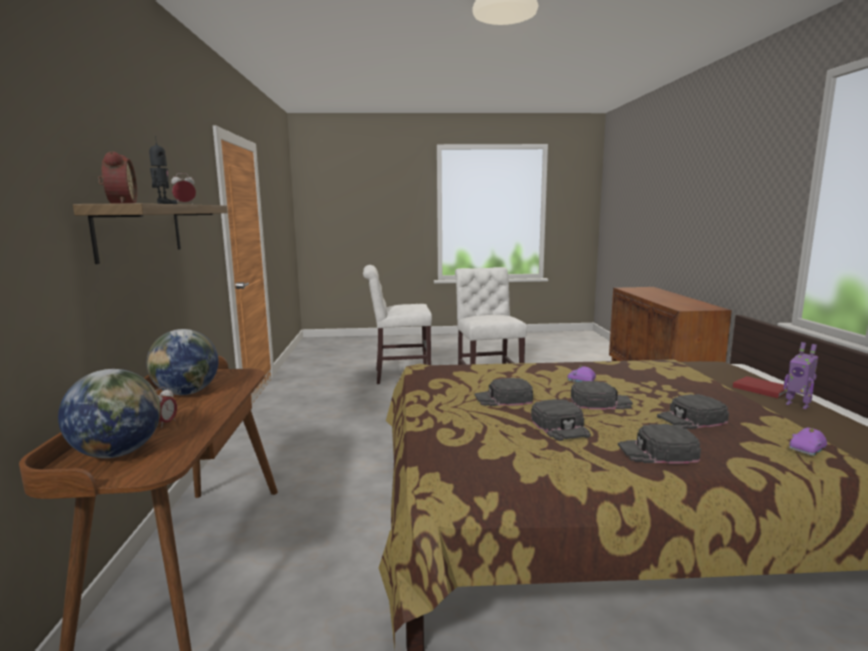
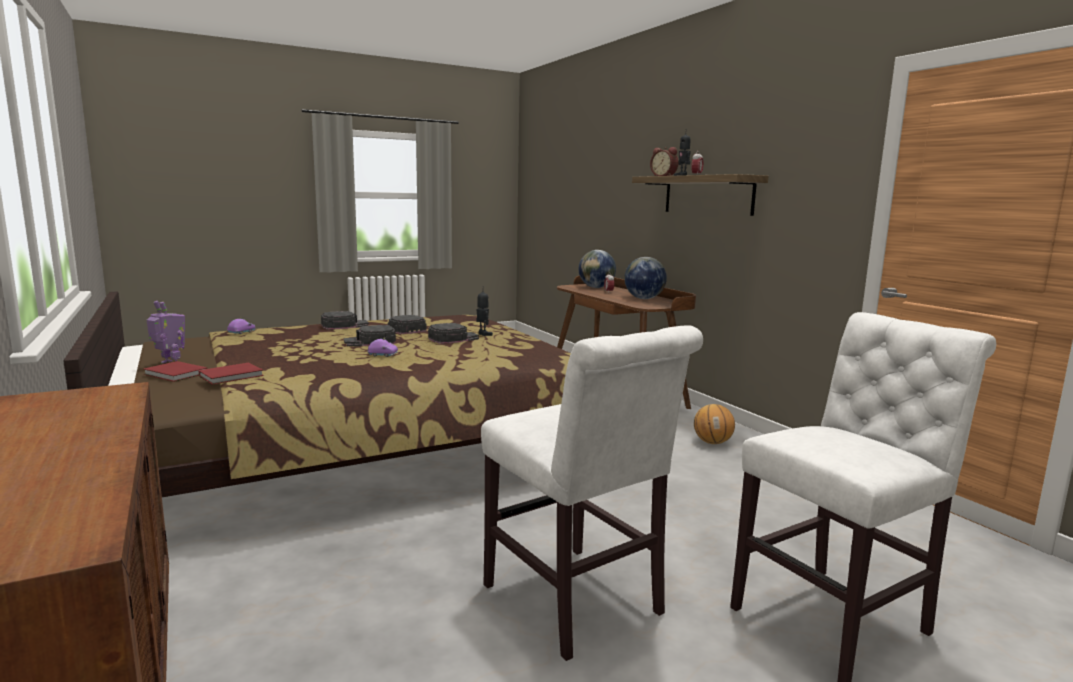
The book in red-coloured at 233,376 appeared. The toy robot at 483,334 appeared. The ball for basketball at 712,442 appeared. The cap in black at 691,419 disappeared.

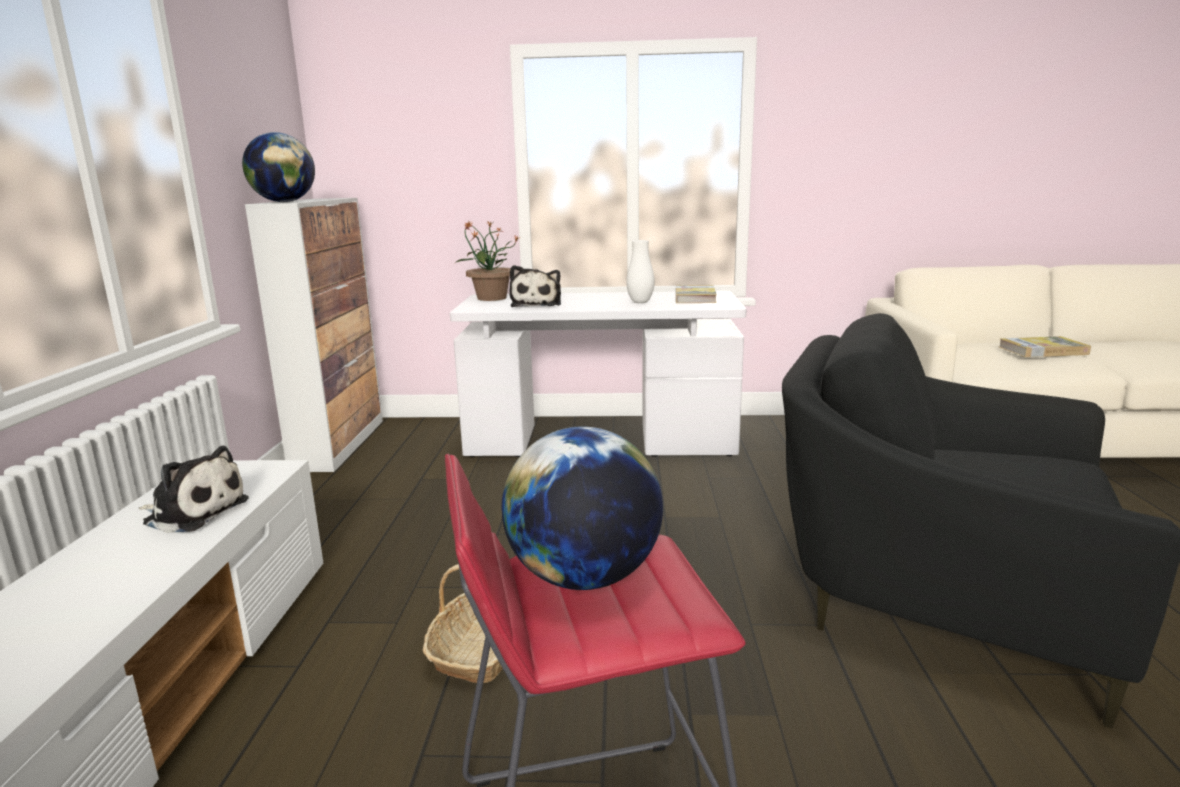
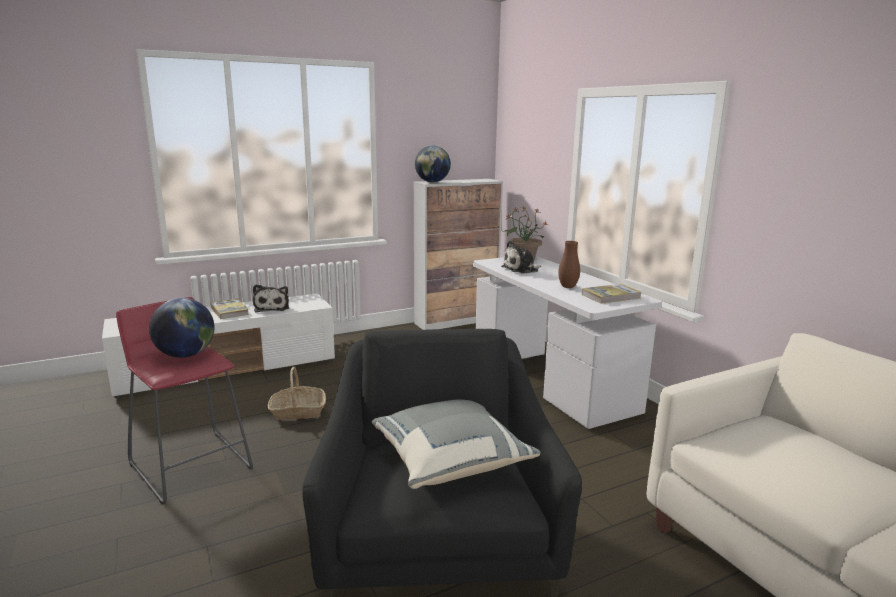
The book moved from 1042,350 to 229,311. The throw pillow in greyish at 450,461 appeared. The vase in whitish at 640,302 became the vase in brownish at 568,287.

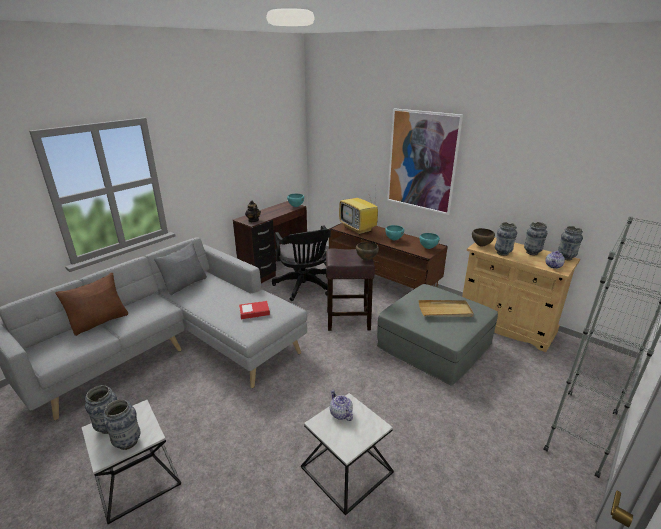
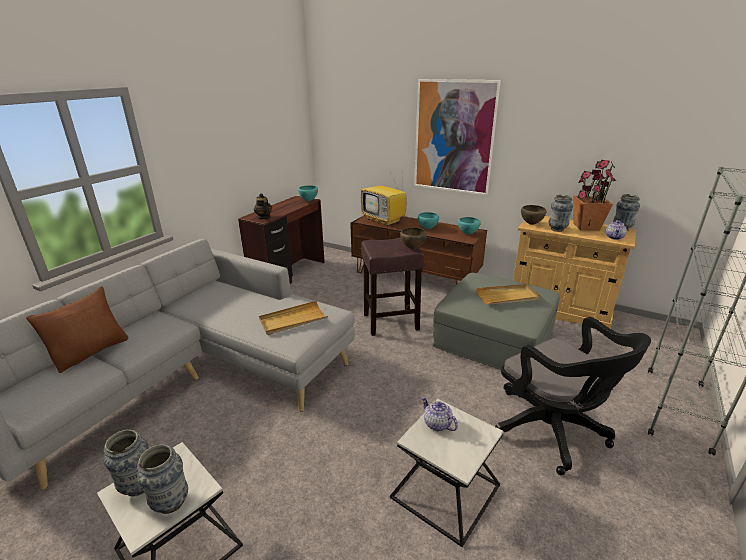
The book at 254,312 was replaced by the carrying tray in beige-coloured at 293,320. The computer chair in black moved from 304,287 to 553,432. The vase at 532,253 was replaced by the plant in a pot at 586,227. The throw pillow in greyish at 185,284 disappeared.

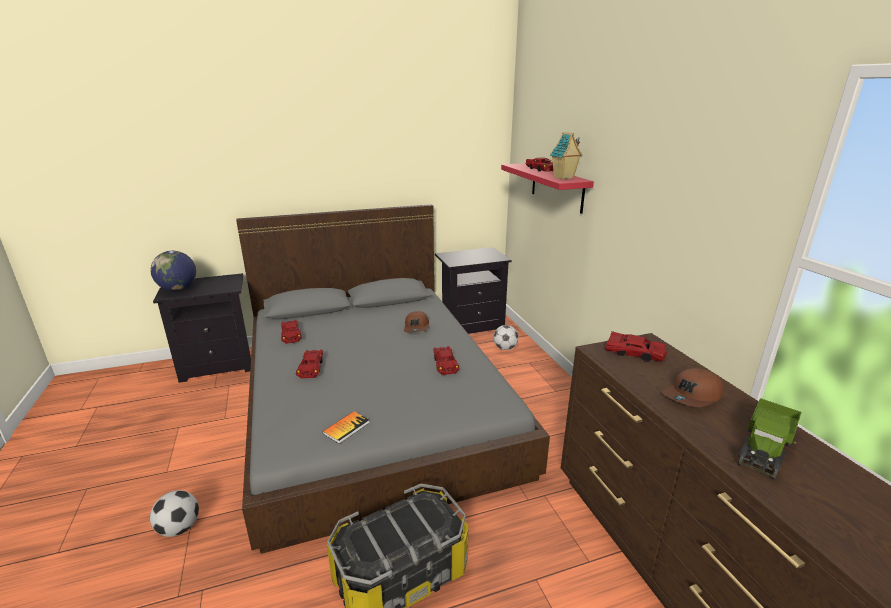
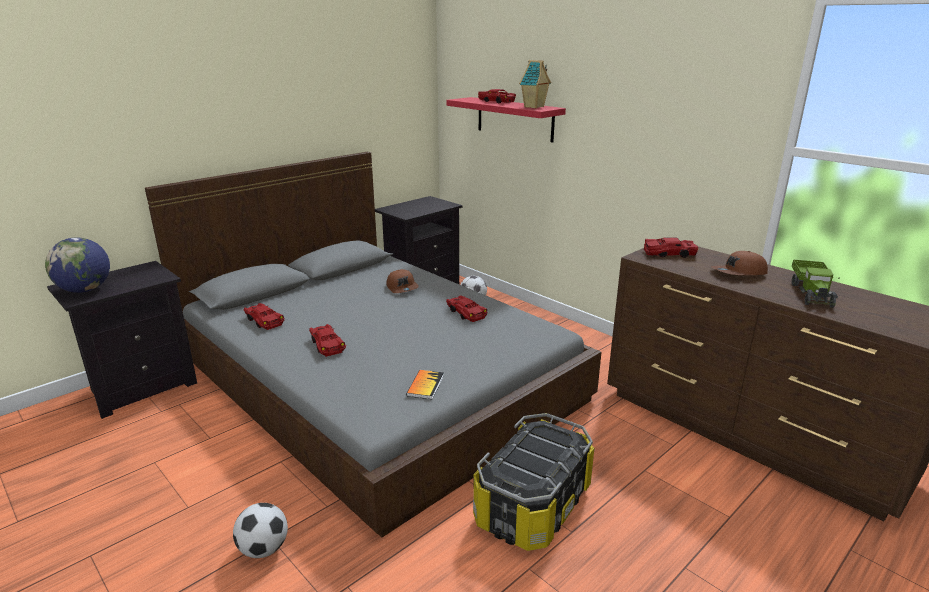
The cap in brownish at 692,396 turned 45 degrees clockwise.

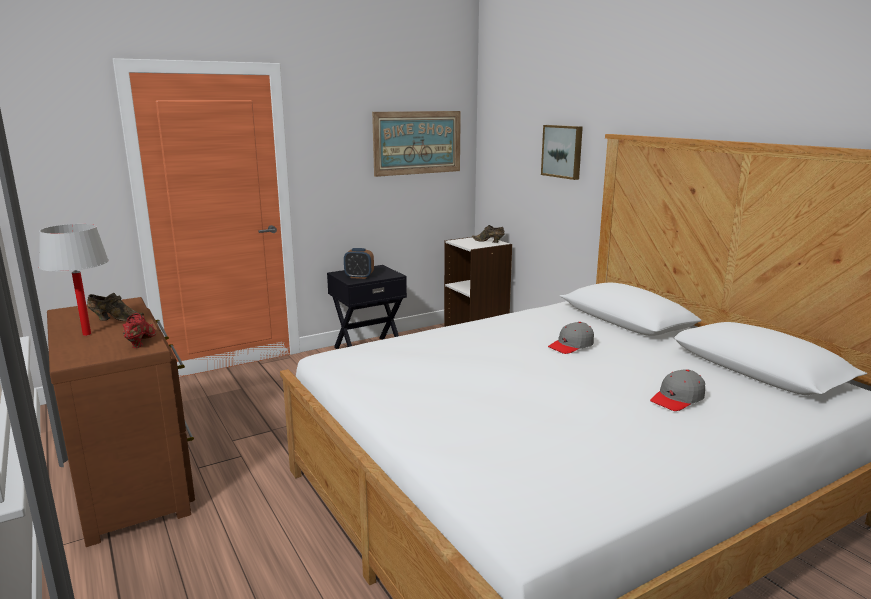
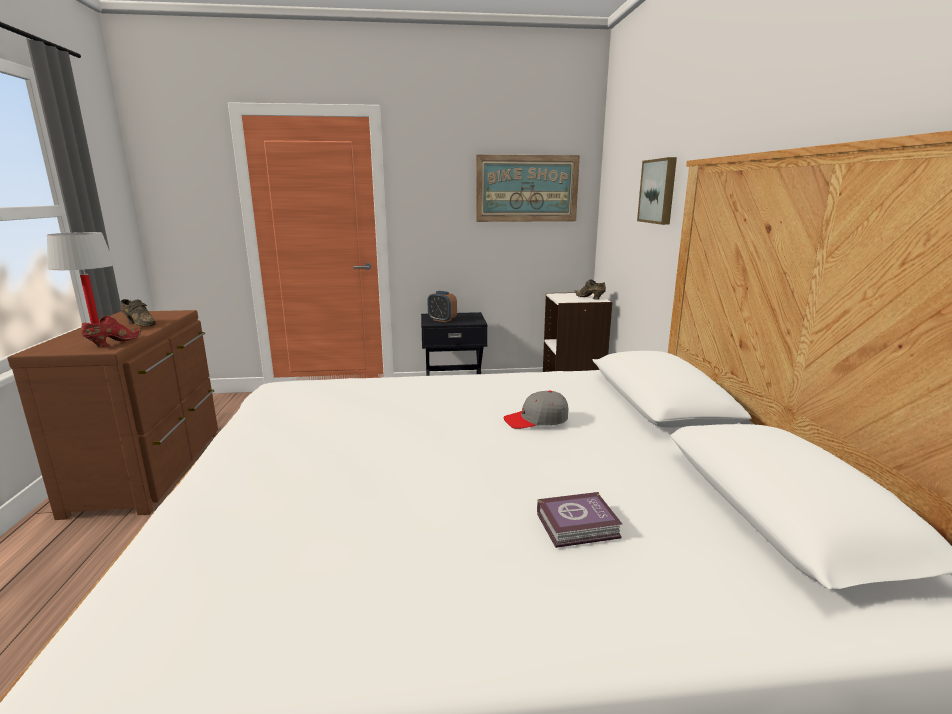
The cap in greyish at 677,399 was replaced by the book at 580,526.

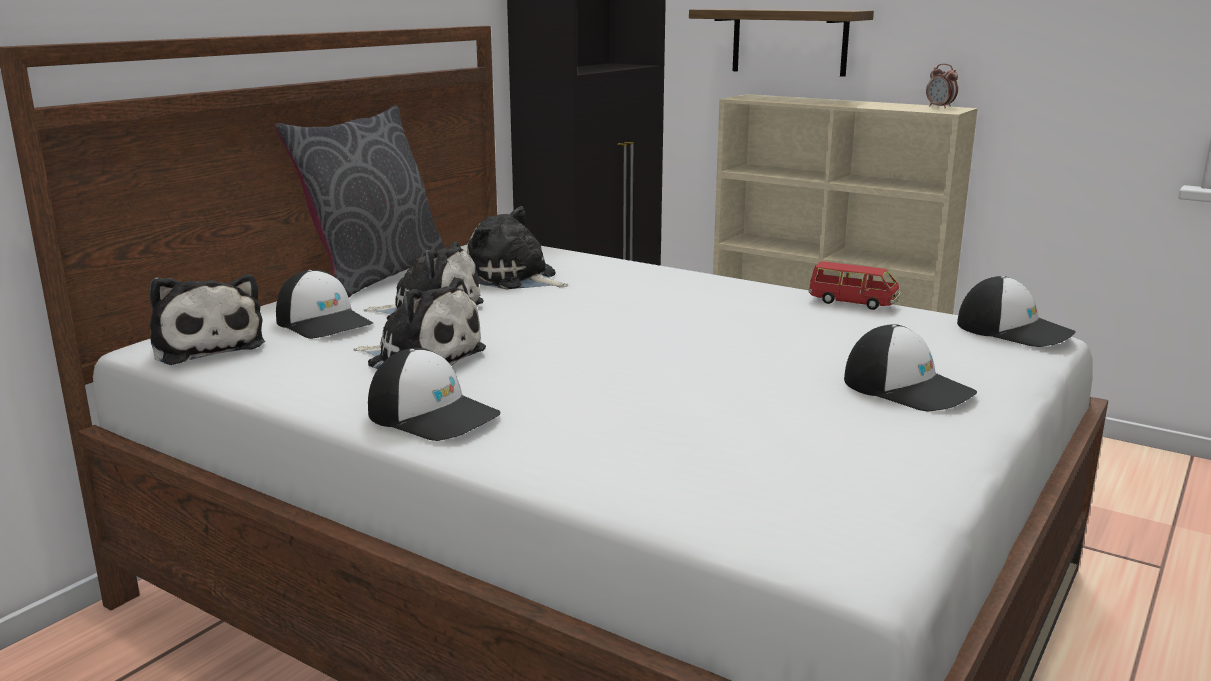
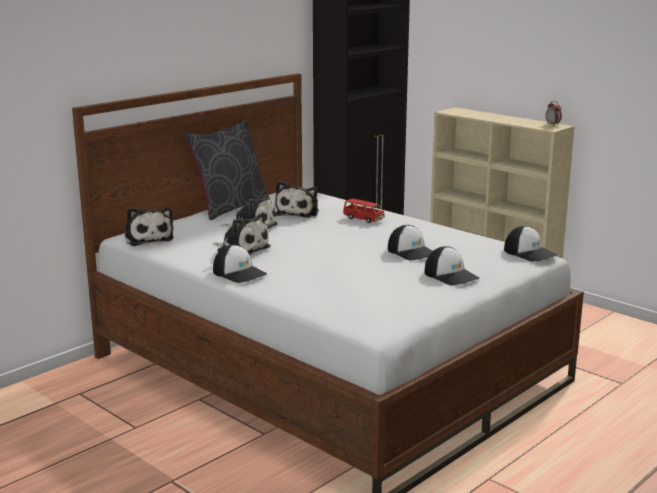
The soft toy at 514,279 turned 120 degrees counterclockwise. The toy car in red-coloured moved from 853,302 to 363,219. The cap moved from 324,322 to 412,252. The wall shelf at 789,41 disappeared.

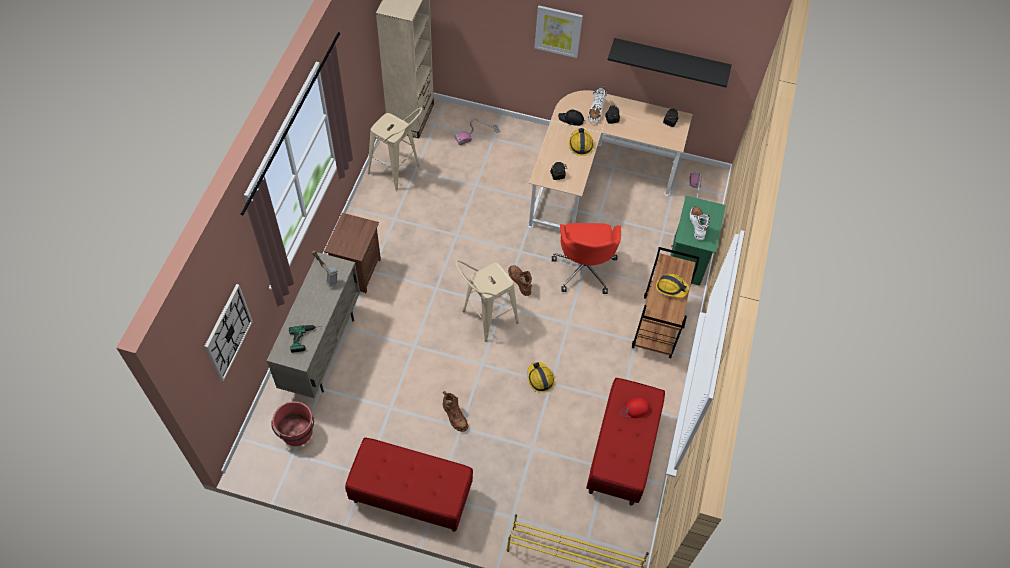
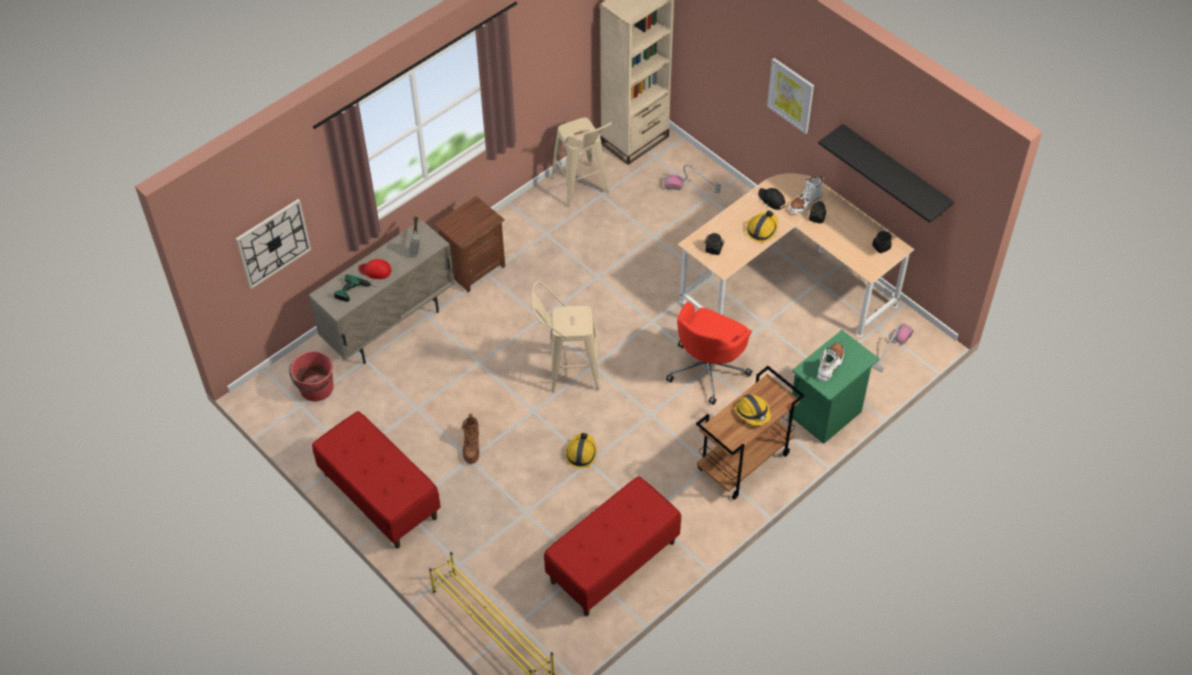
The cap in red-coloured moved from 634,409 to 375,270. The tall boot in brownish at 520,282 disappeared.

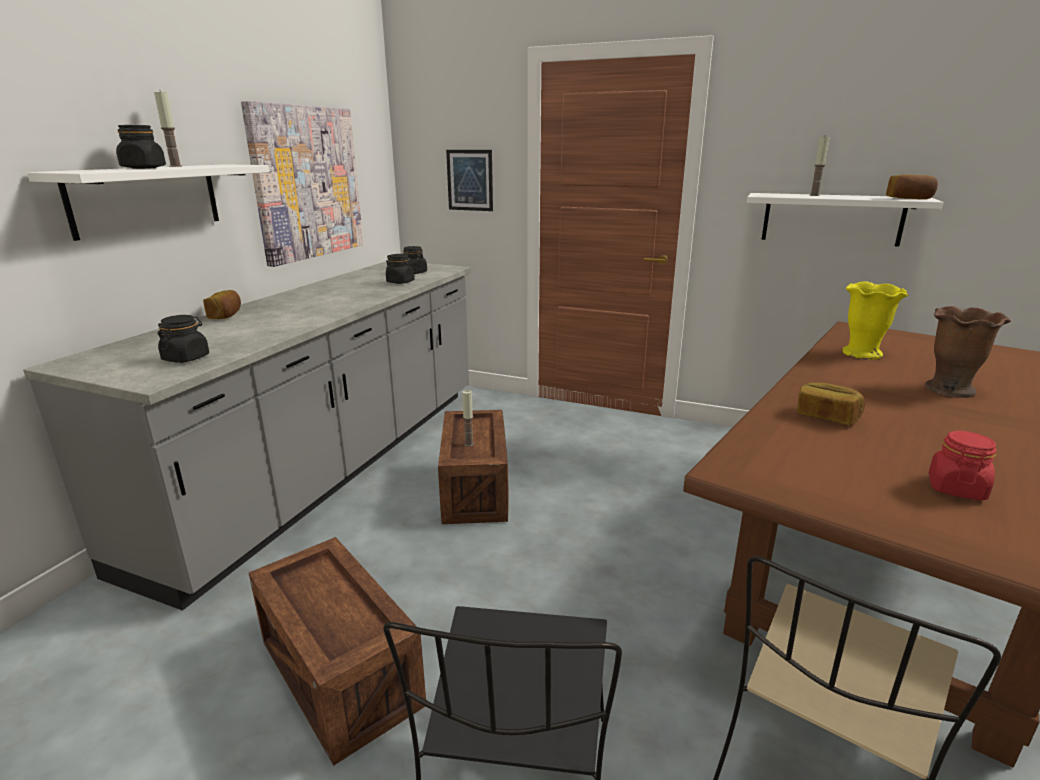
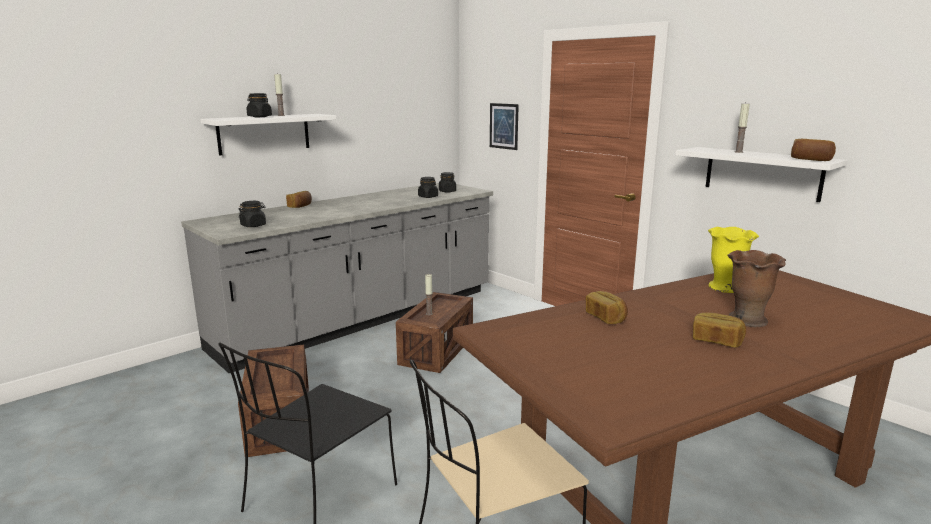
The bakery bread at 716,341 appeared. The wall art at 307,183 disappeared. The preserve jar in red-coloured at 955,488 disappeared.

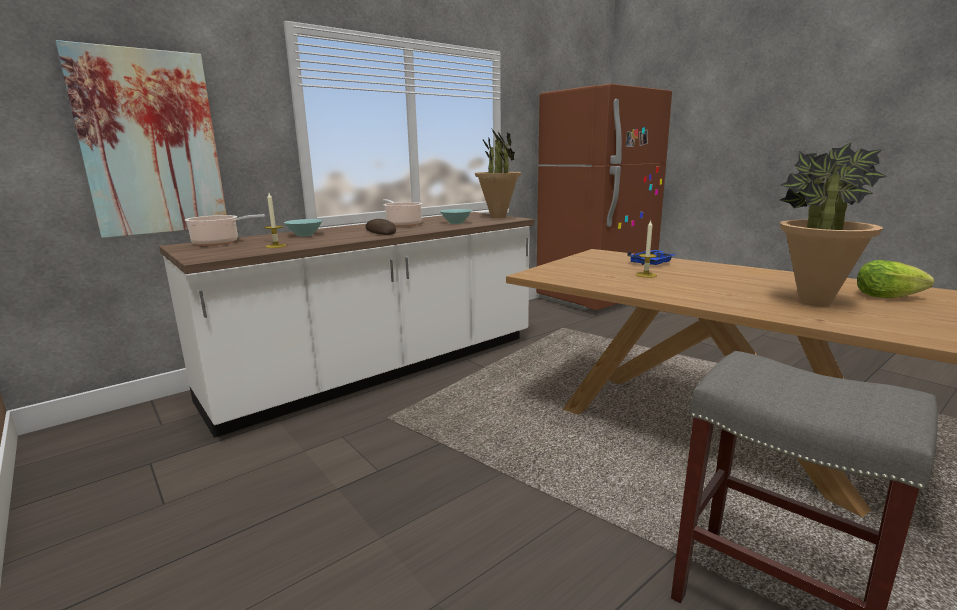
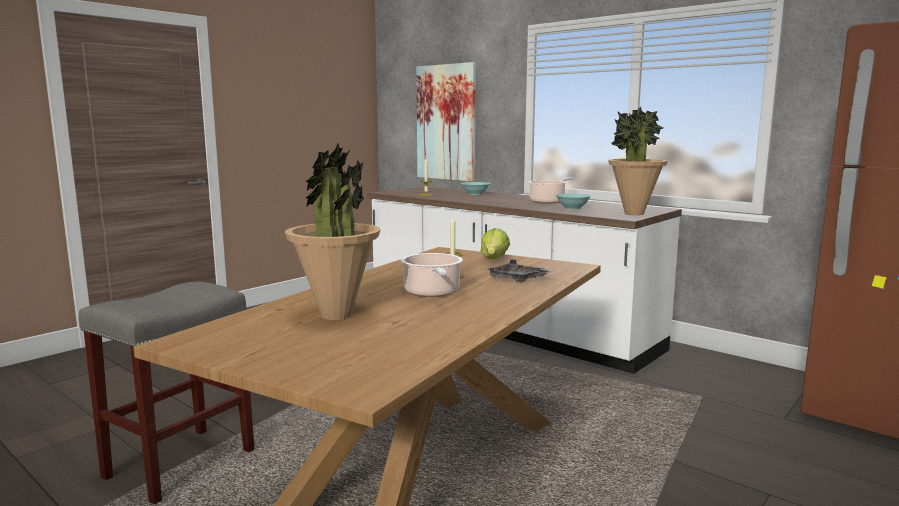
The cooking pot moved from 219,243 to 432,293. The head of lettuce moved from 885,297 to 494,259. The carrying tray in blue-coloured at 652,263 became the carrying tray in greyish at 517,280. The bakery bread at 380,231 disappeared.

